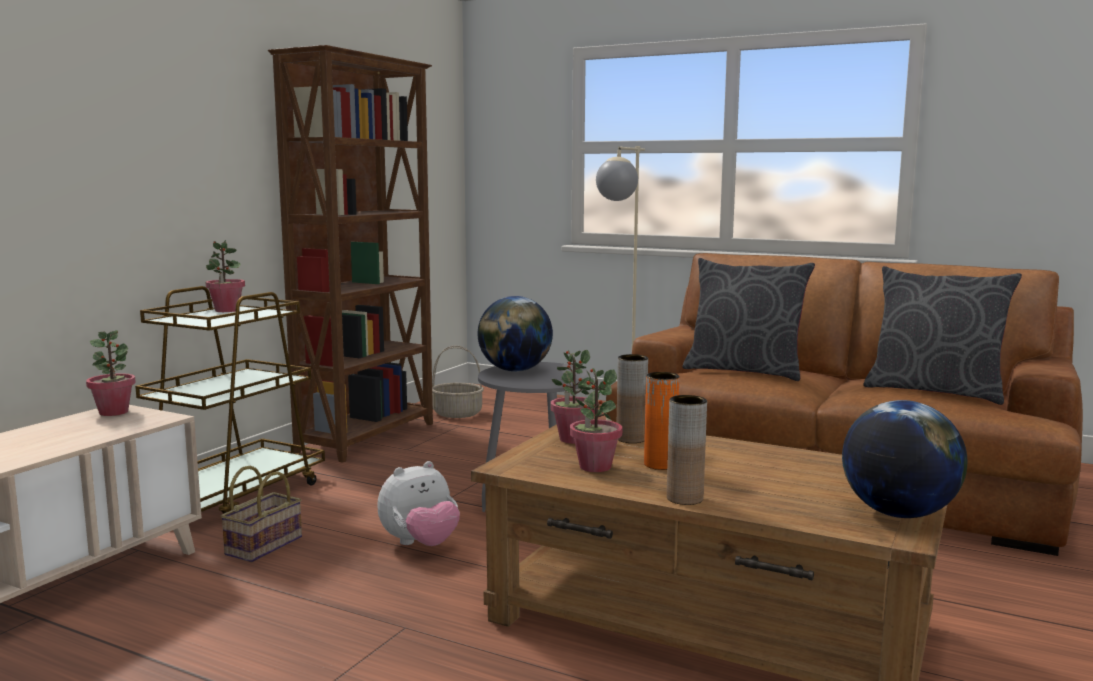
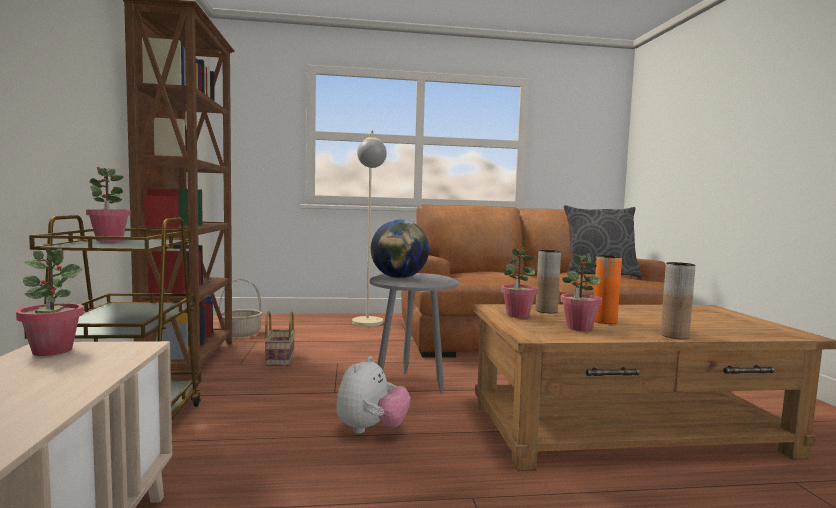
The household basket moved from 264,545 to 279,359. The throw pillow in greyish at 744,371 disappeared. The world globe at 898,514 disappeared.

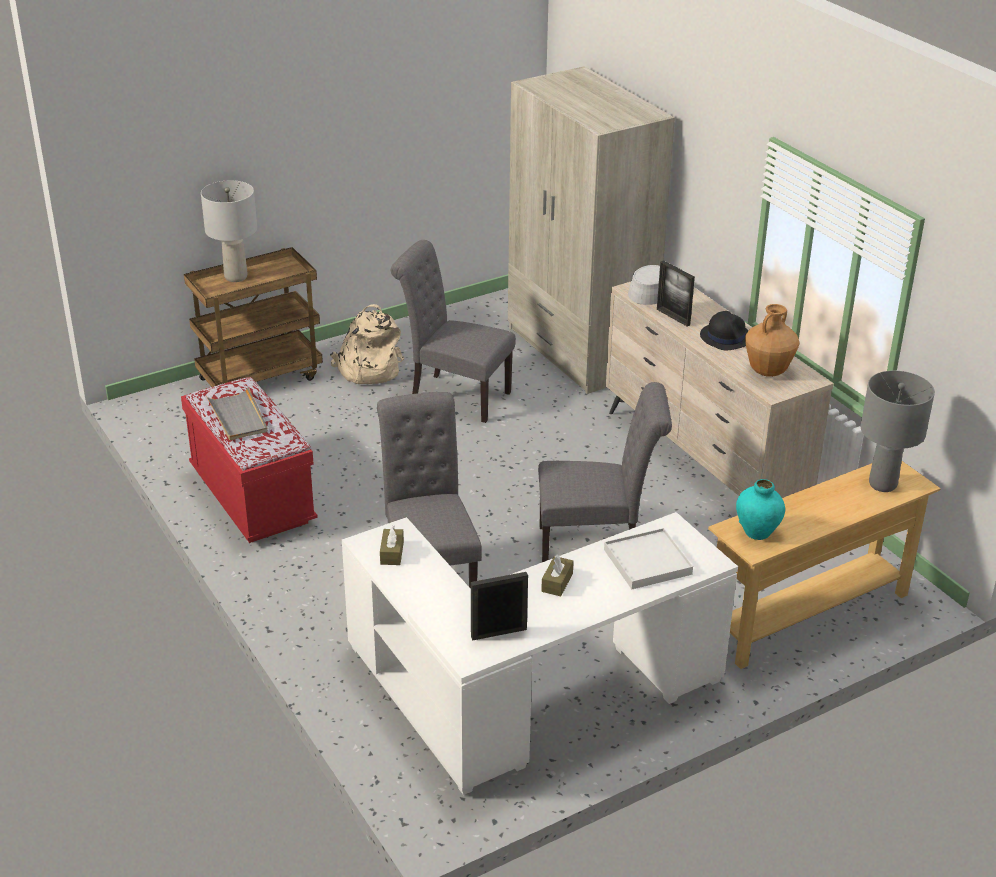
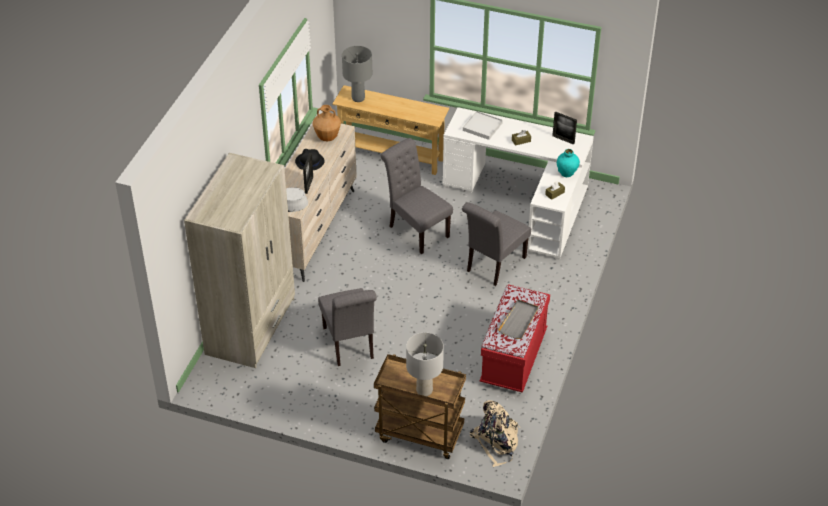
The knapsack in beige-coloured moved from 367,370 to 496,442. The vase in turquoise-coloured moved from 757,532 to 567,173.

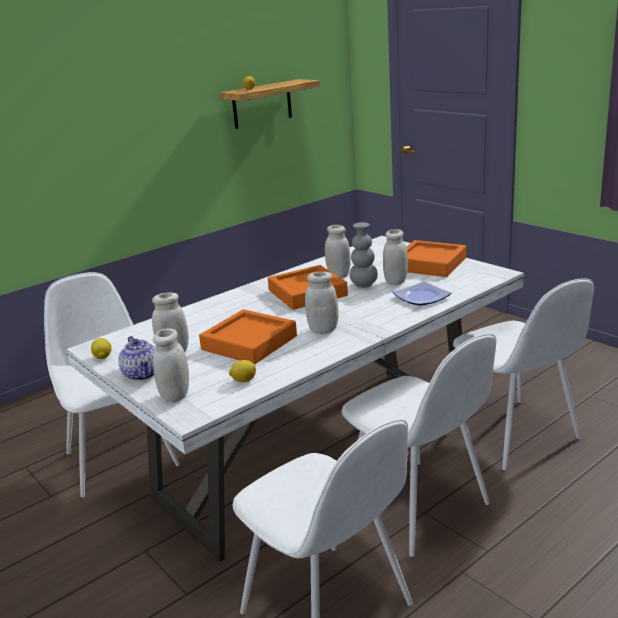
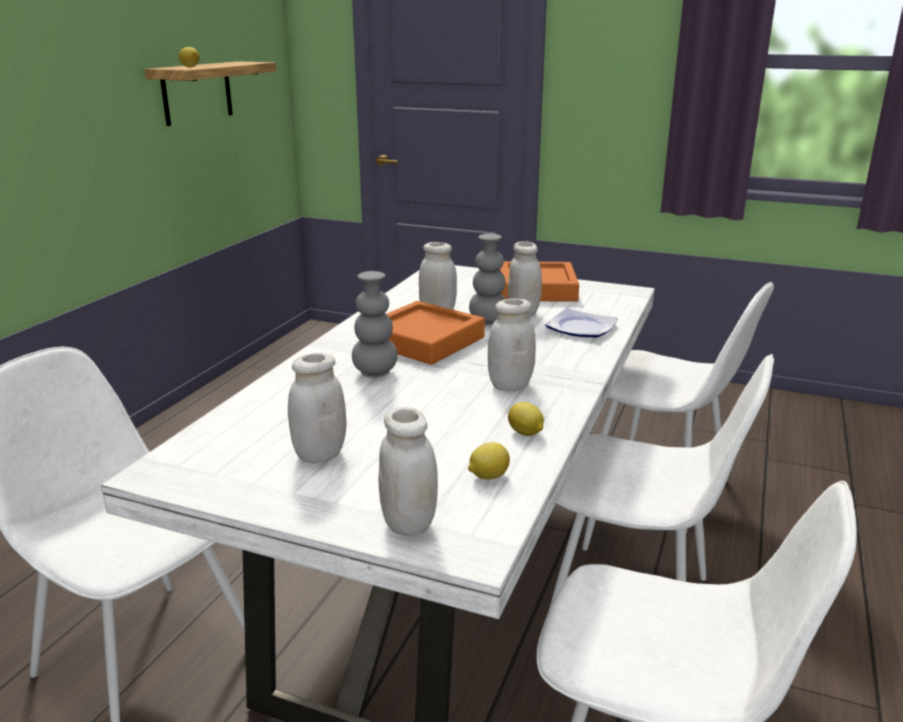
The vase in greyish at 375,373 appeared. The whole lemon moved from 102,357 to 526,433. The tea pot at 142,374 disappeared. The carrying tray in orangey at 249,343 disappeared.

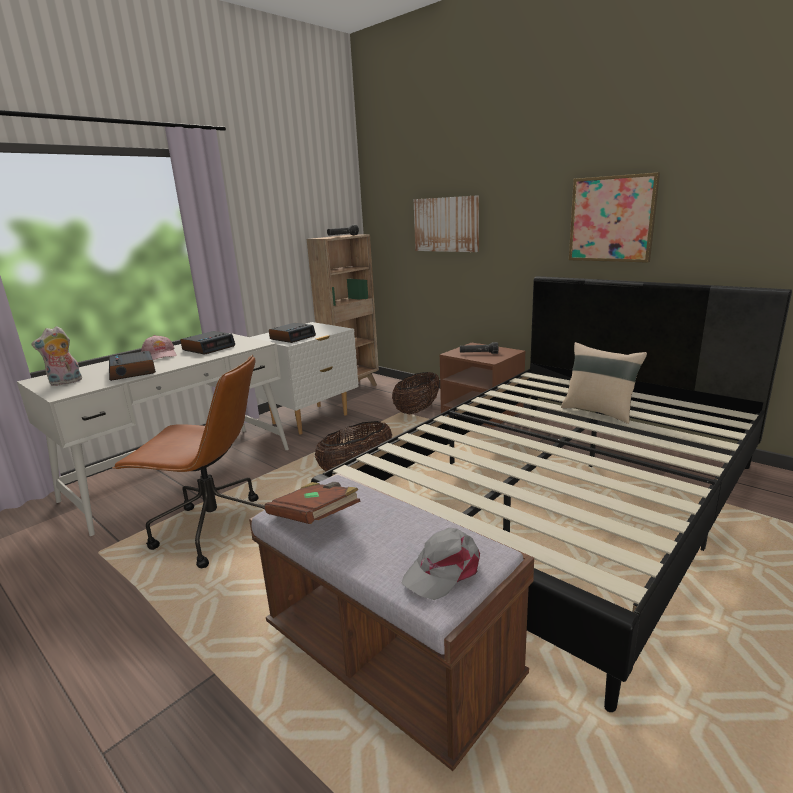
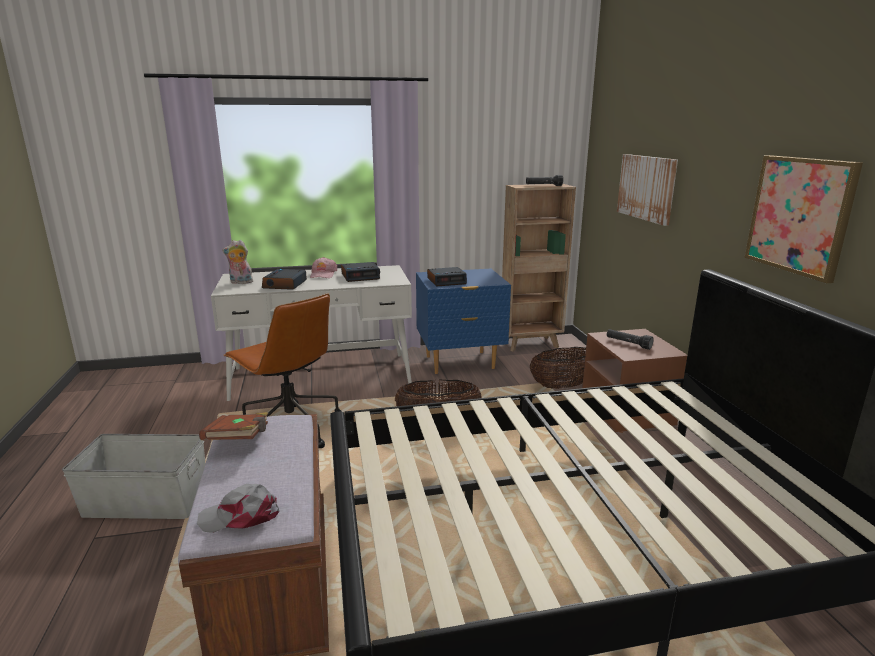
The storage box in greyish at 146,501 appeared. The nightstand in whitish at 311,419 became the nightstand in blue-coloured at 460,363. The throw pillow in beige-coloured at 599,411 disappeared.

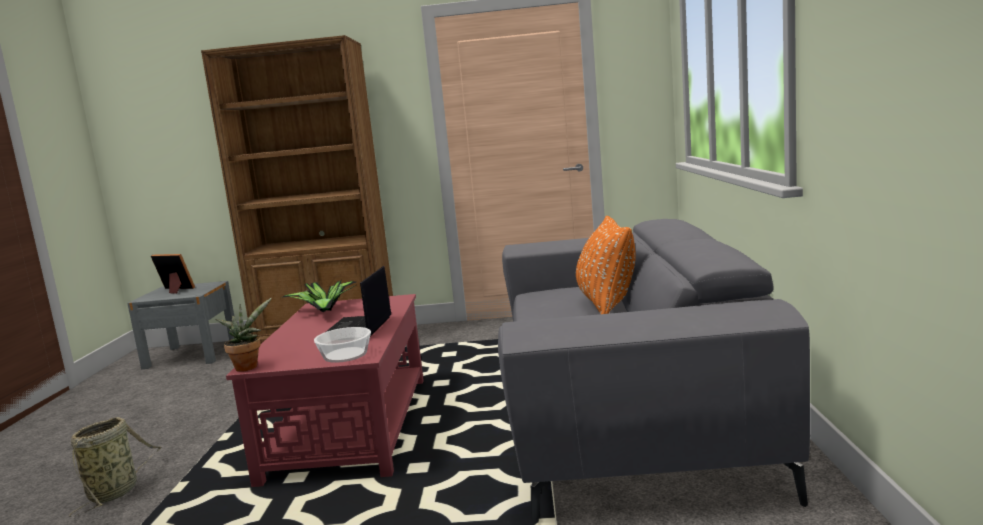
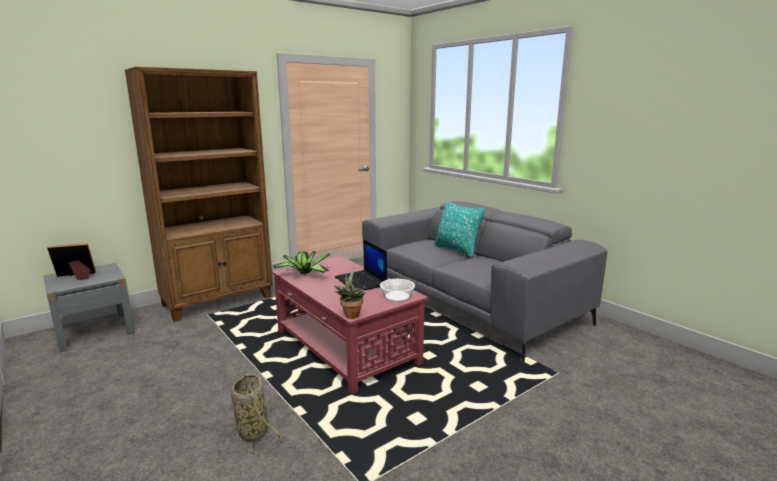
The throw pillow in orangey at 606,304 became the throw pillow in turquoise-coloured at 457,250.

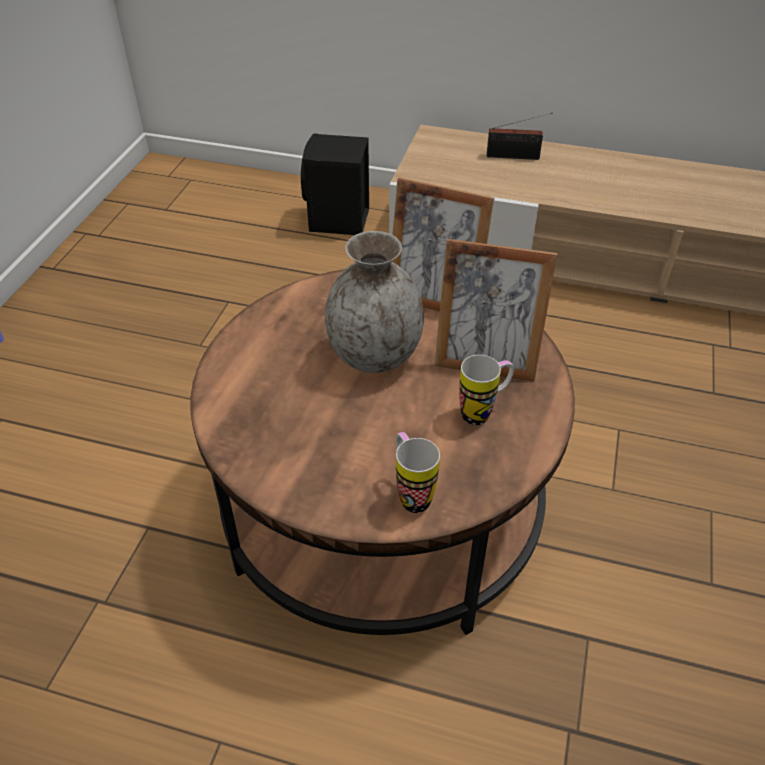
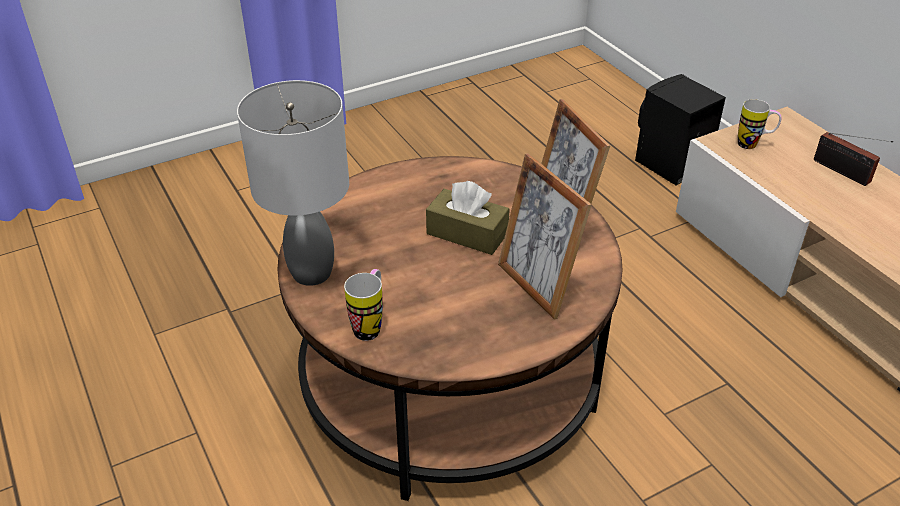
The tabletop lamp in greyish at 311,271 appeared. The vase in greyish at 374,356 was replaced by the box of tissues in brownish at 467,233. The mug moved from 483,412 to 753,145.

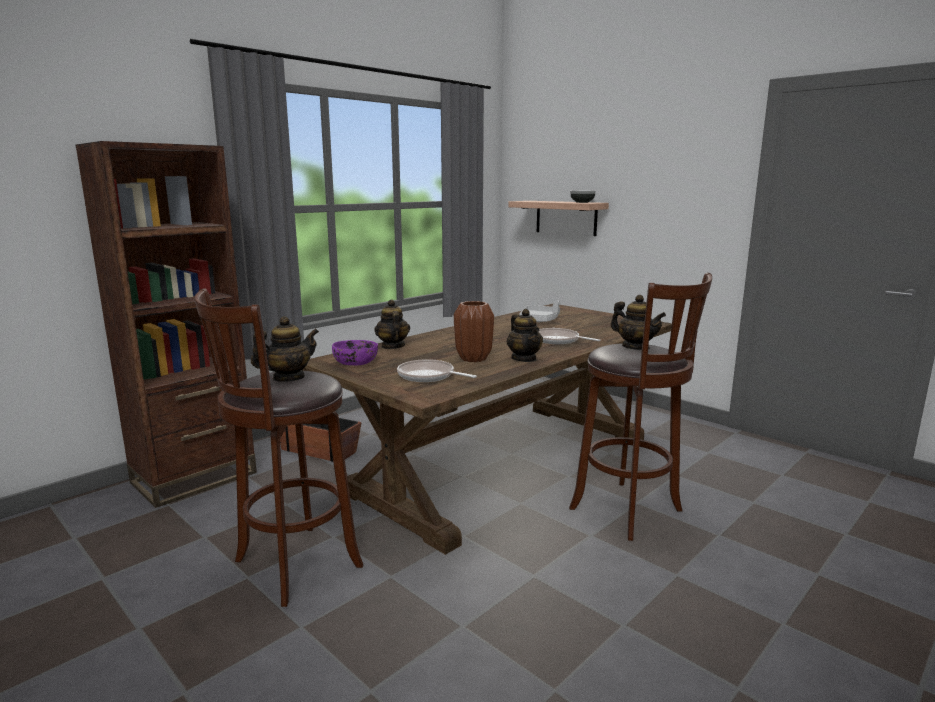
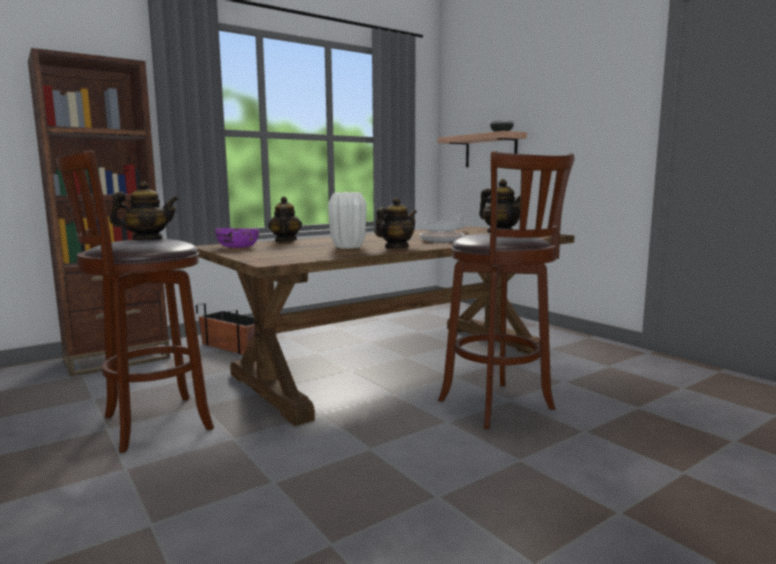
The vase in brownish at 474,359 became the vase in whitish at 348,247. The tea pot at 524,359 turned 120 degrees counterclockwise. The frying pan at 428,376 disappeared.

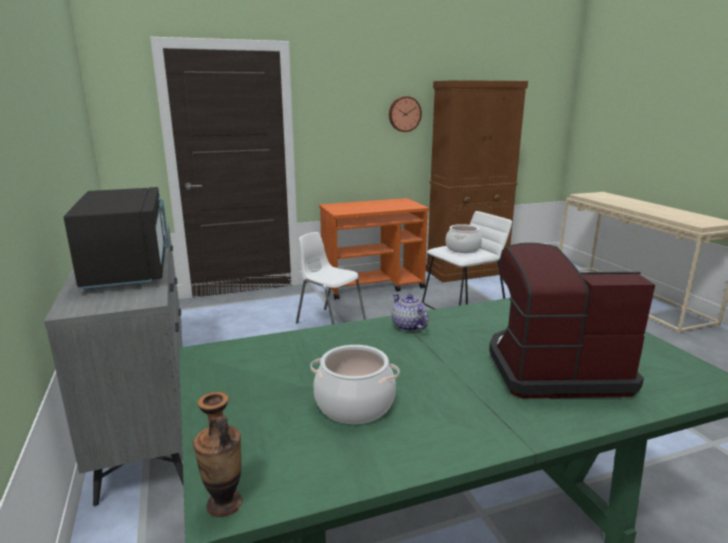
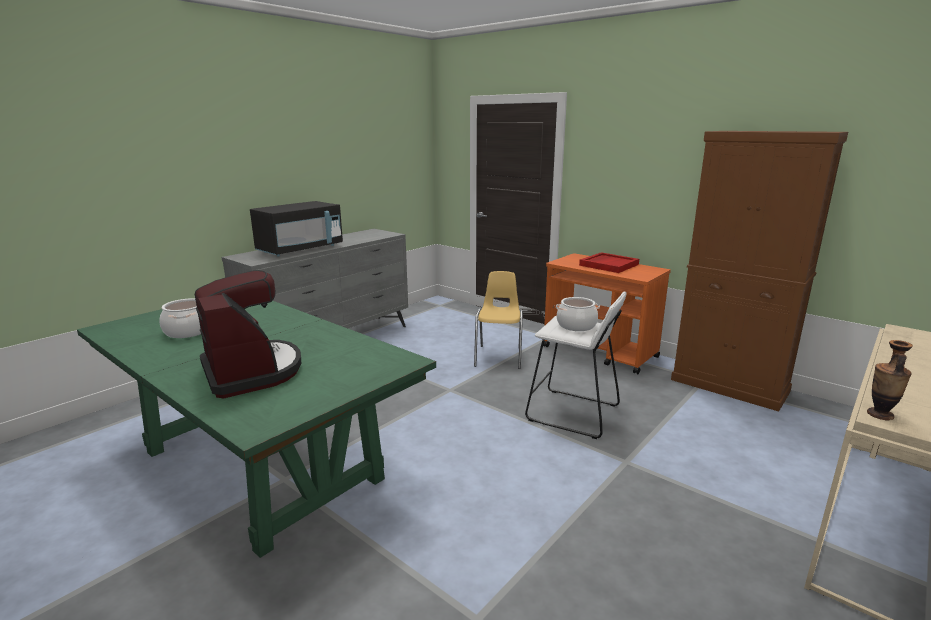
The plain chair in whitish at 330,322 became the plain chair in yellow-coloured at 499,357. The carrying tray in red-coloured at 608,265 appeared. The vase moved from 224,504 to 880,415. The wall clock at 404,114 disappeared. The tea pot at 408,326 disappeared.

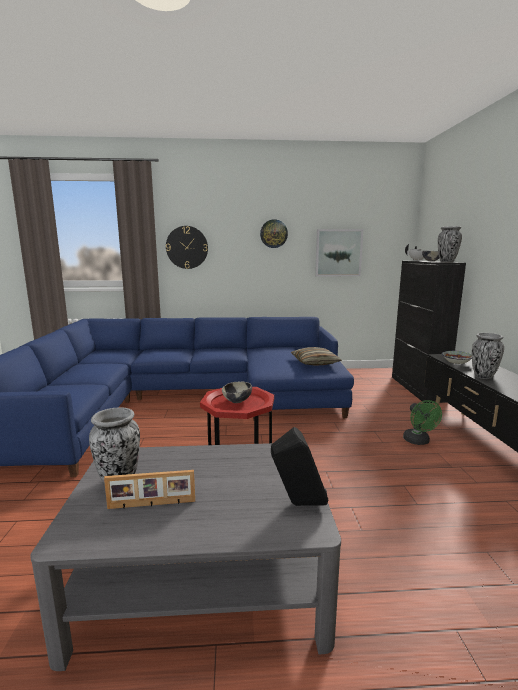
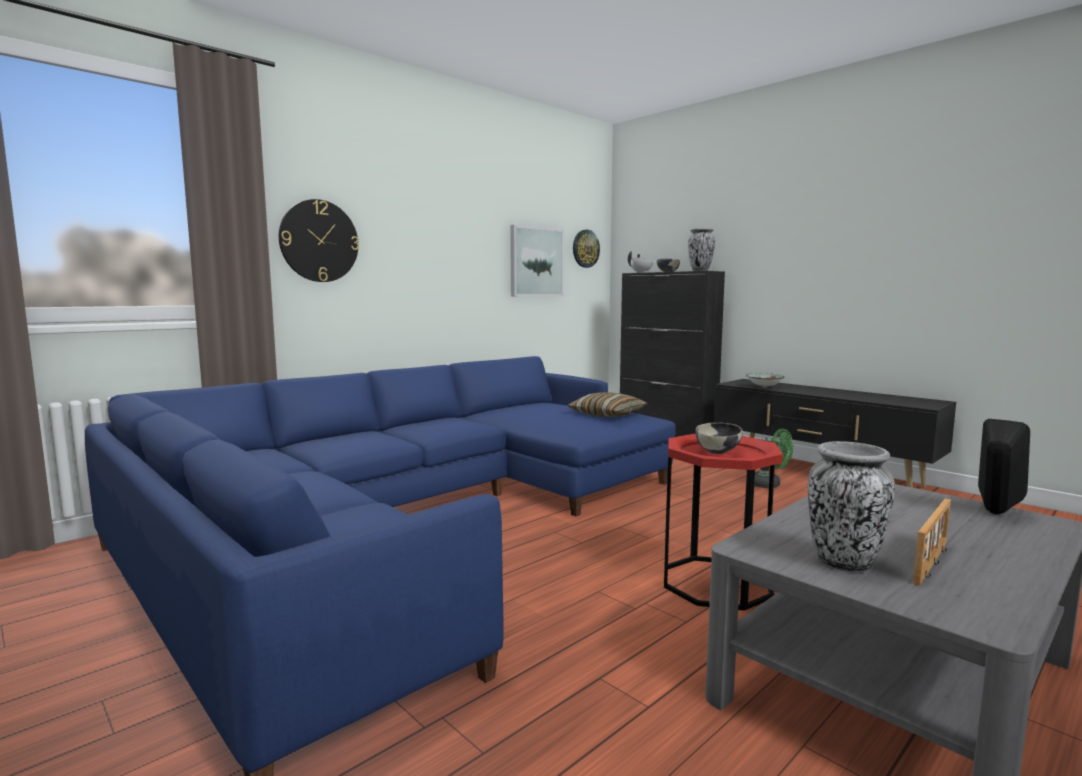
The wall clock moved from 273,233 to 585,248. The vase at 483,376 disappeared.

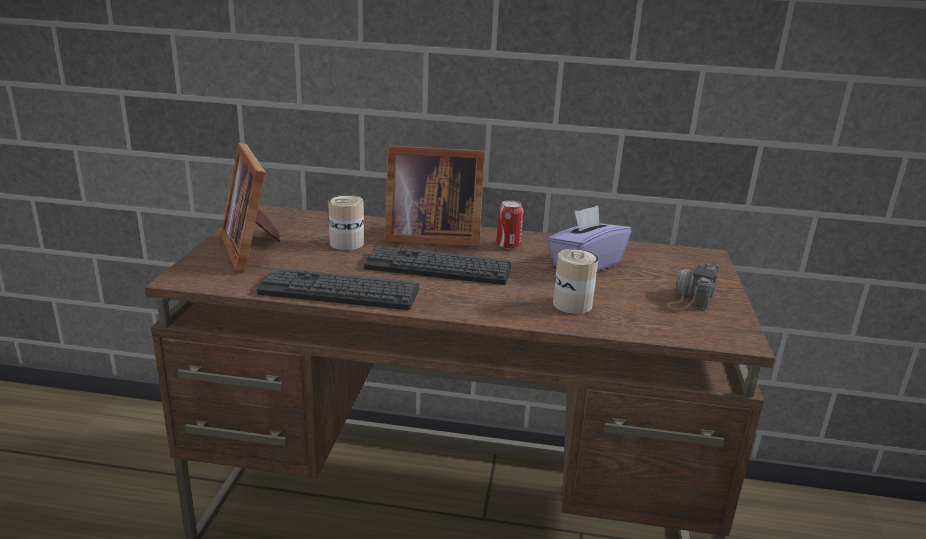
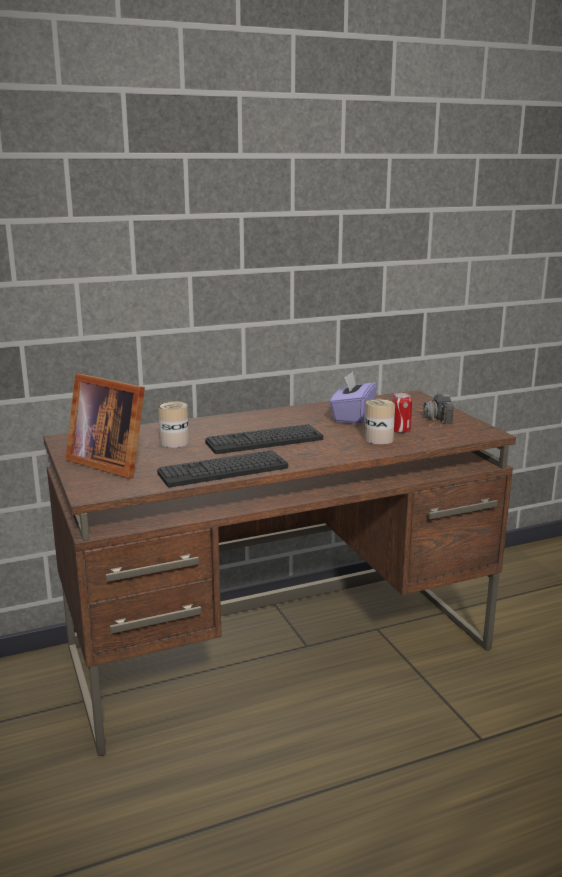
The sealed can moved from 508,245 to 400,430. The picture frame at 429,236 disappeared.

